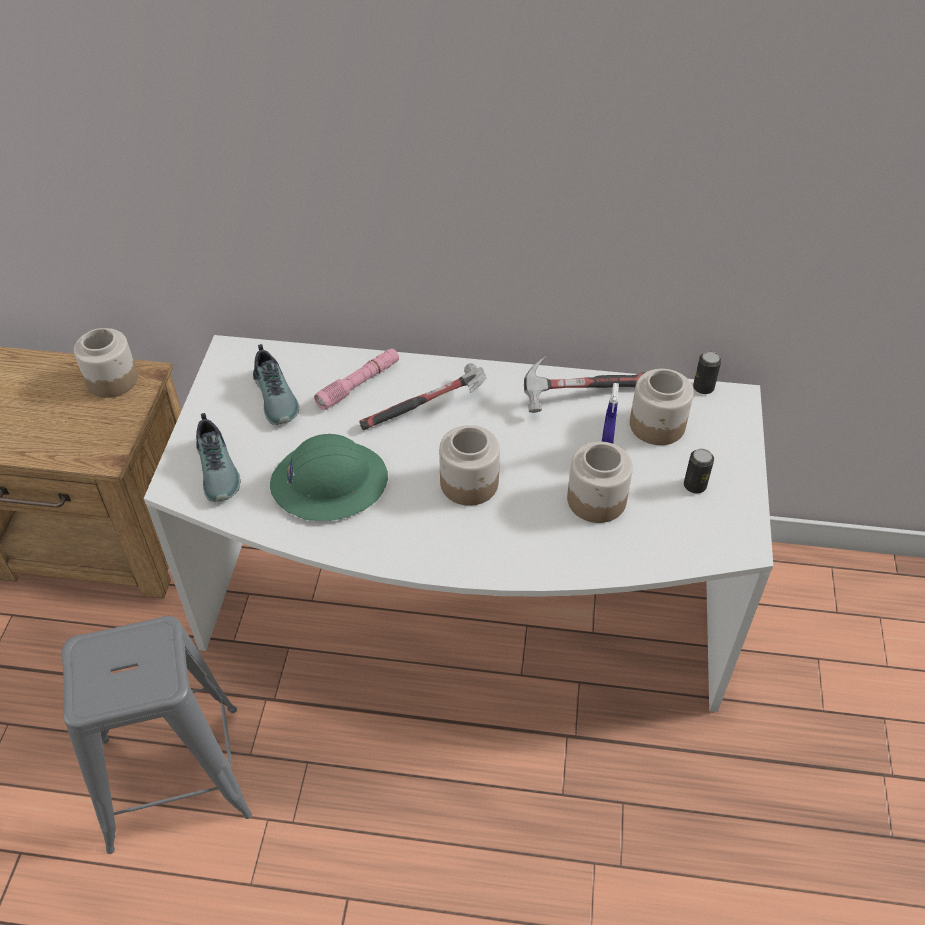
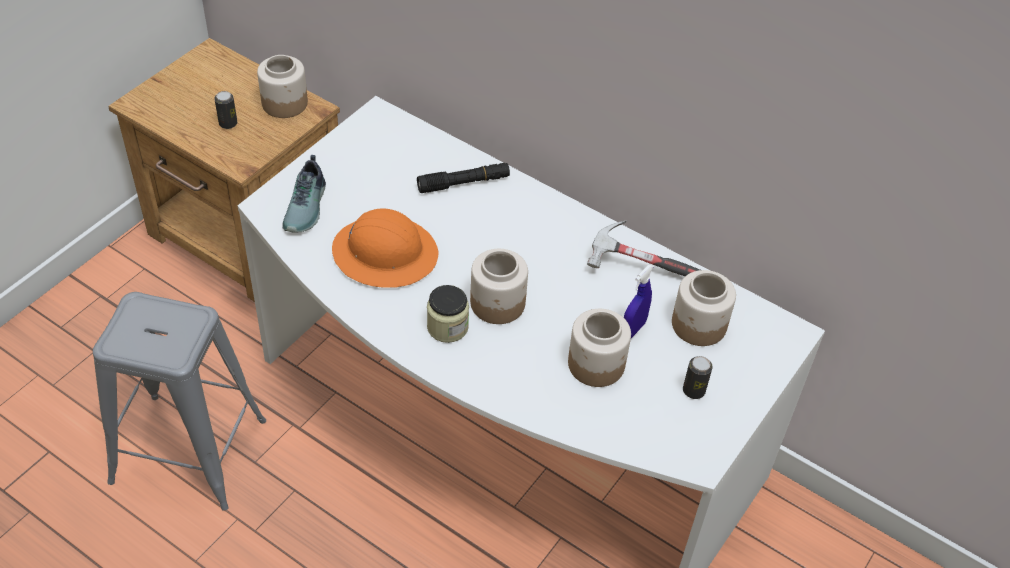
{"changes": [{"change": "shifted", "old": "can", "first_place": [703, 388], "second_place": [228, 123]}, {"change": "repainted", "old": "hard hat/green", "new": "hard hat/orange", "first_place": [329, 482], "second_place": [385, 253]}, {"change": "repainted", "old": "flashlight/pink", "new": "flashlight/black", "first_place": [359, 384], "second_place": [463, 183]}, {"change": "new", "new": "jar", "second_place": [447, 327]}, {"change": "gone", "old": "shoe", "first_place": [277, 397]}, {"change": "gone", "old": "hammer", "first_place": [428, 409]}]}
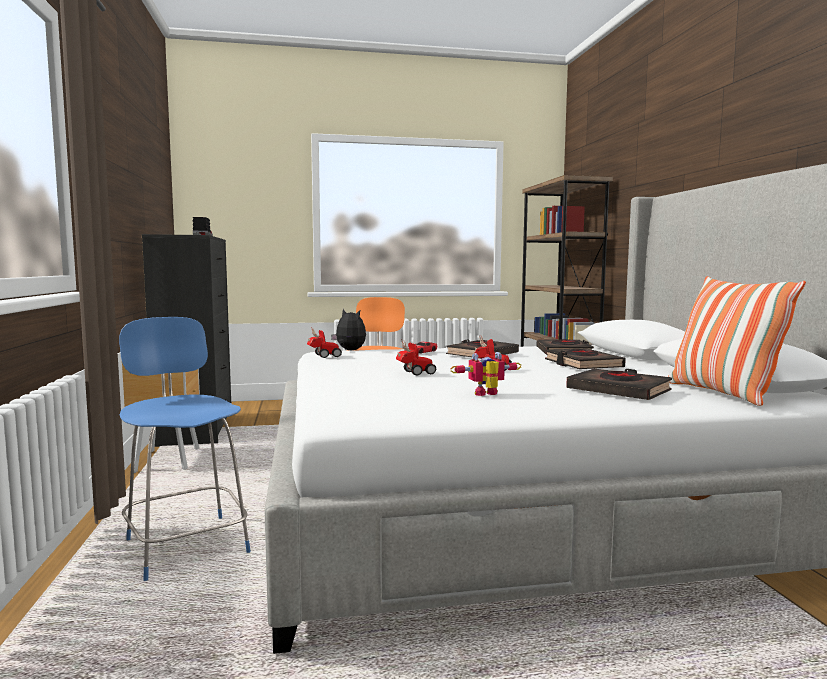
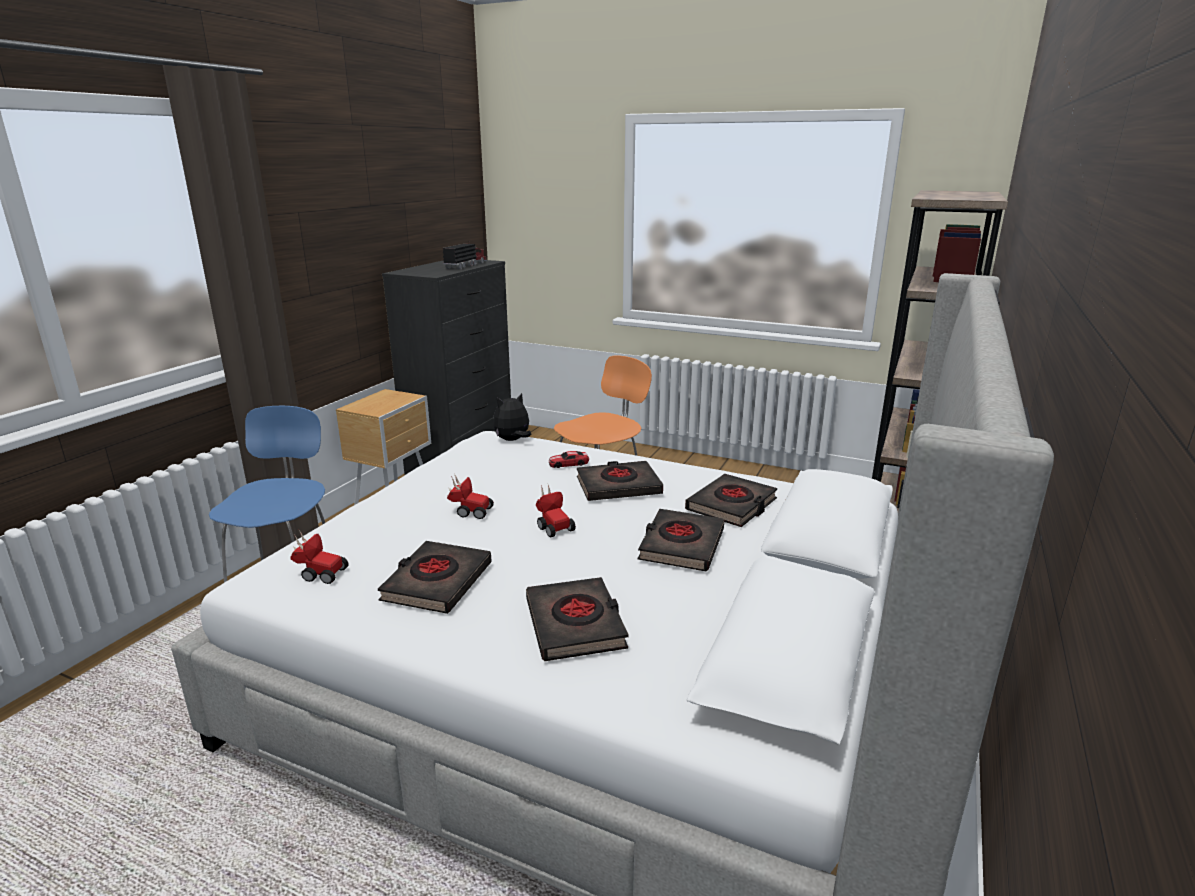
{"changes": [{"change": "shifted", "old": "toy car", "first_place": [323, 356], "second_place": [319, 574]}, {"change": "swapped", "old": "toy robot", "new": "book/black", "first_place": [487, 395], "second_place": [437, 583]}, {"change": "rotated", "old": "plush toy", "first_place": [349, 350], "second_place": [513, 440], "degrees": -105}, {"change": "gone", "old": "pillow", "first_place": [722, 393]}]}
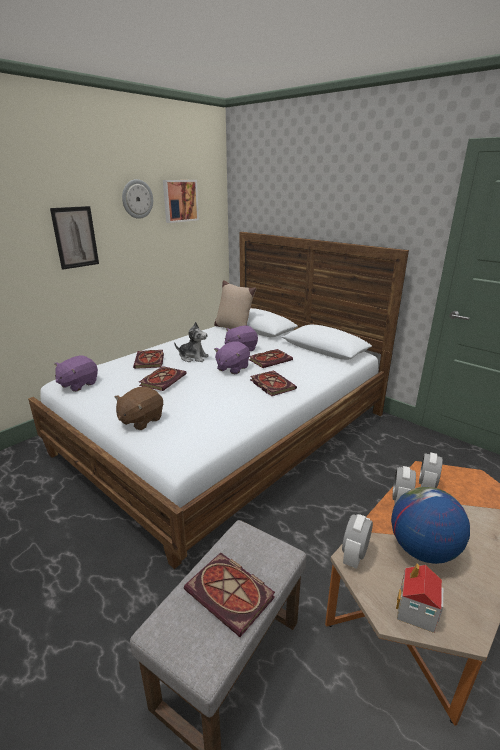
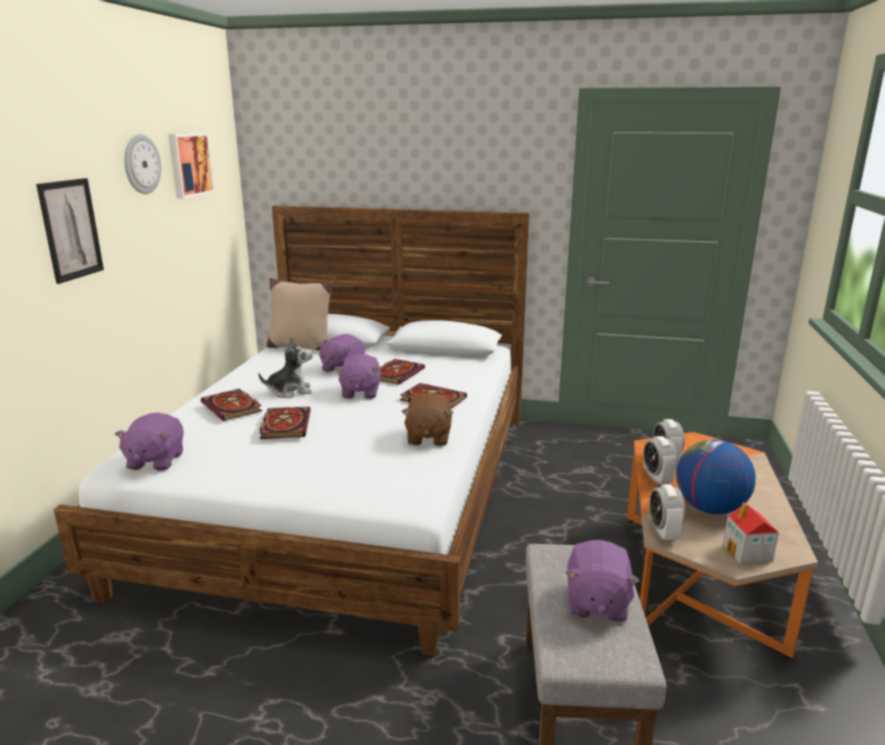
{"changes": [{"change": "shifted", "old": "plush toy/brown", "first_place": [140, 420], "second_place": [428, 437]}, {"change": "swapped", "old": "book", "new": "plush toy/purple", "first_place": [232, 594], "second_place": [596, 602]}]}
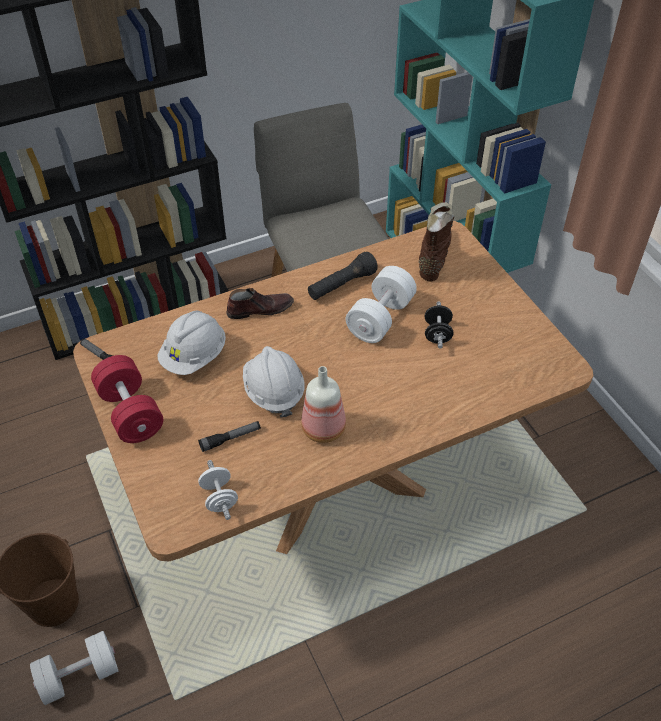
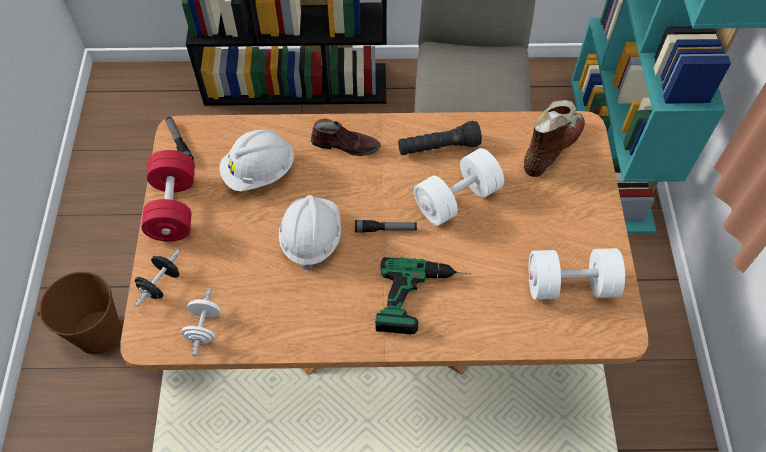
{"changes": [{"change": "shifted", "old": "dumbbell/black", "first_place": [437, 334], "second_place": [161, 284]}, {"change": "shifted", "old": "flashlight", "first_place": [230, 439], "second_place": [385, 229]}, {"change": "new", "new": "power drill", "second_place": [423, 299]}, {"change": "shifted", "old": "dumbbell/white", "first_place": [79, 675], "second_place": [570, 285]}, {"change": "gone", "old": "bottle", "first_place": [325, 429]}]}
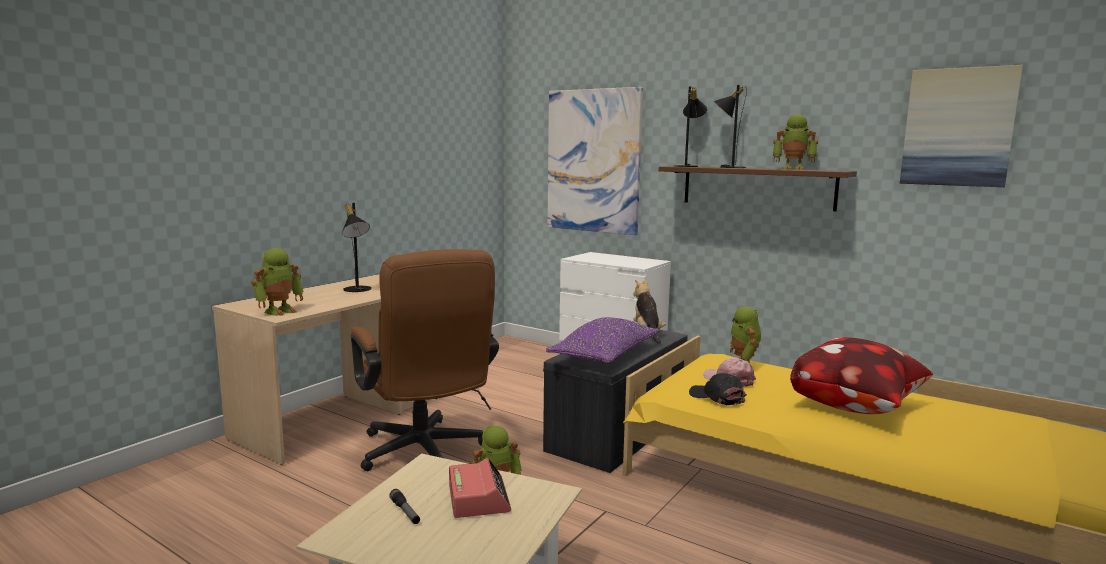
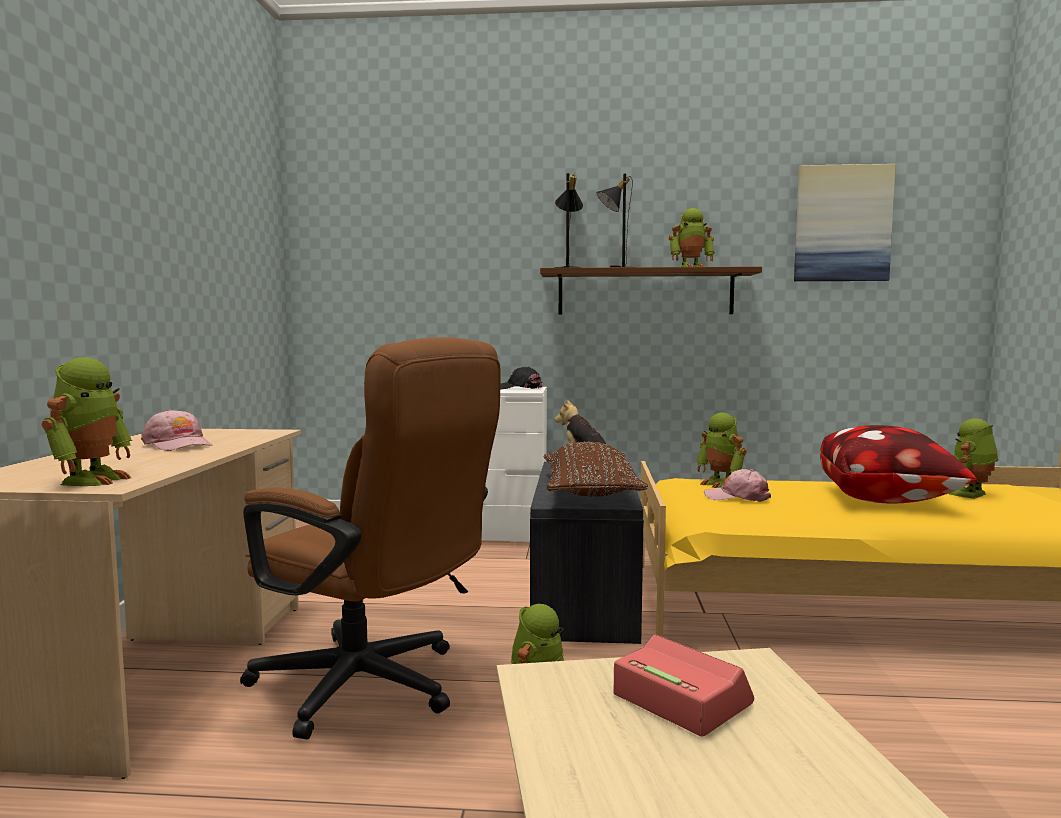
{"changes": [{"change": "swapped", "old": "table lamp/black", "new": "cap/pink", "first_place": [357, 290], "second_place": [178, 445]}, {"change": "shifted", "old": "cap/black", "first_place": [717, 397], "second_place": [519, 388]}, {"change": "repainted", "old": "pillow/purple", "new": "pillow/brown", "first_place": [604, 355], "second_place": [589, 491]}, {"change": "new", "new": "toy robot", "second_place": [971, 495]}, {"change": "gone", "old": "flashlight", "first_place": [405, 512]}, {"change": "gone", "old": "picture", "first_place": [593, 161]}]}
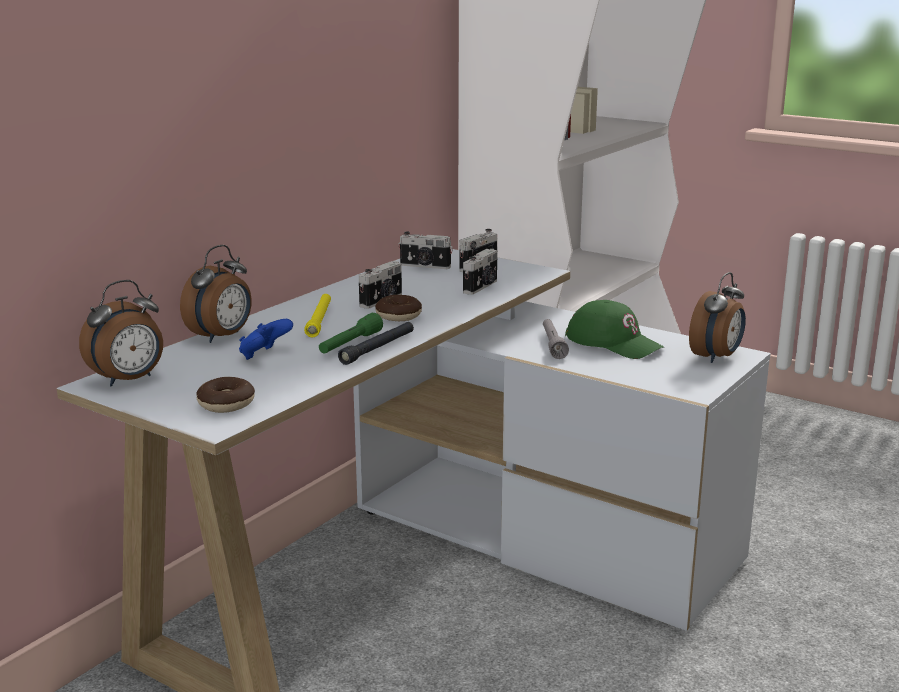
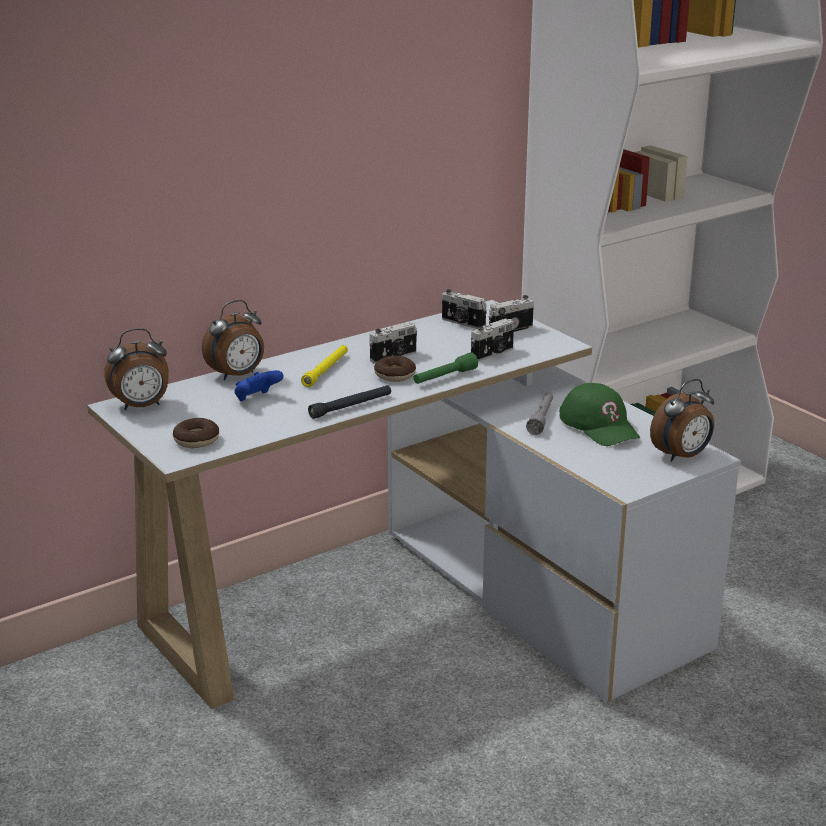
{"changes": [{"change": "shifted", "old": "flashlight/green", "first_place": [350, 344], "second_place": [444, 377]}]}
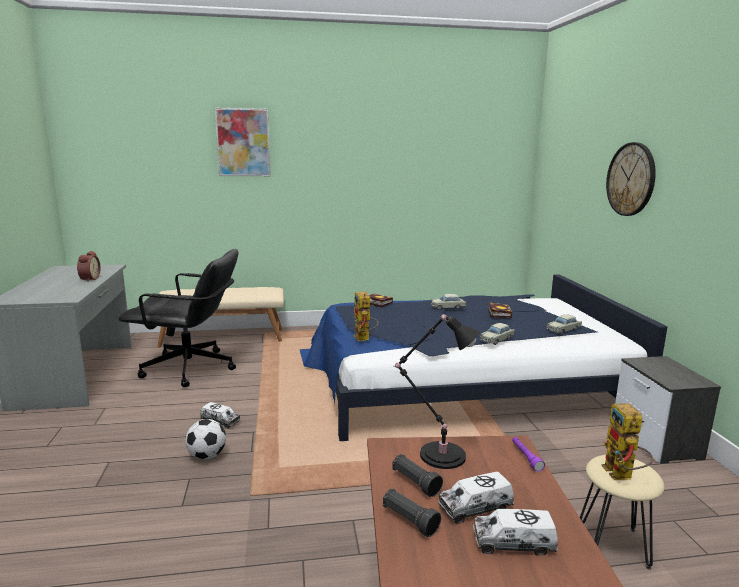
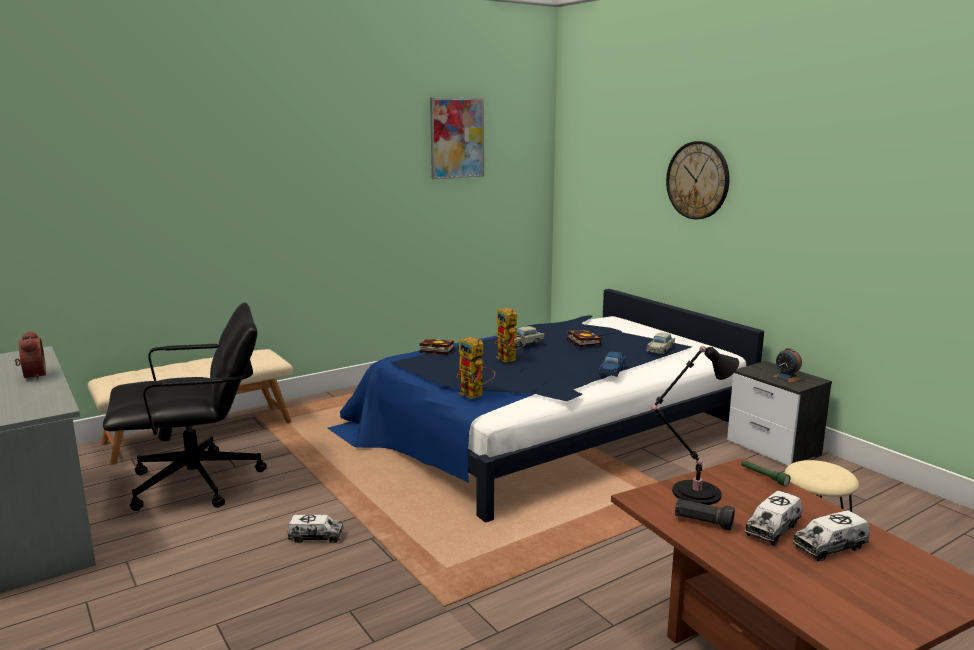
{"changes": [{"change": "shifted", "old": "picture", "first_place": [243, 142], "second_place": [457, 138]}, {"change": "shifted", "old": "toy robot", "first_place": [622, 476], "second_place": [510, 360]}, {"change": "repainted", "old": "toy car/beige", "new": "toy car/blue", "first_place": [497, 339], "second_place": [612, 370]}, {"change": "repainted", "old": "flashlight/purple", "new": "flashlight/green", "first_place": [526, 457], "second_place": [763, 477]}, {"change": "new", "new": "alarm clock", "second_place": [787, 378]}, {"change": "gone", "old": "football", "first_place": [207, 456]}, {"change": "gone", "old": "flashlight/black", "first_place": [409, 520]}]}
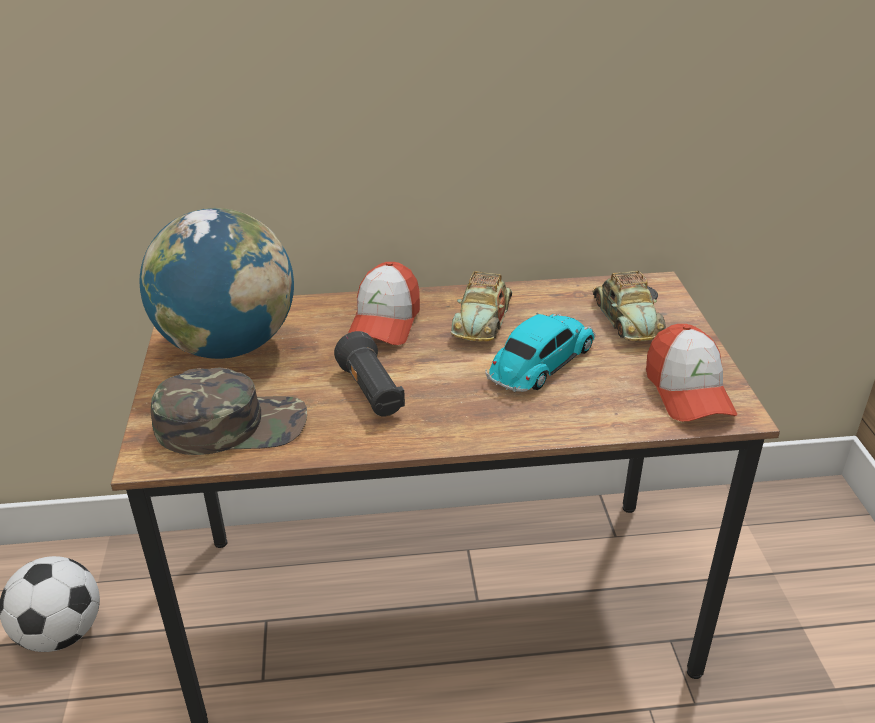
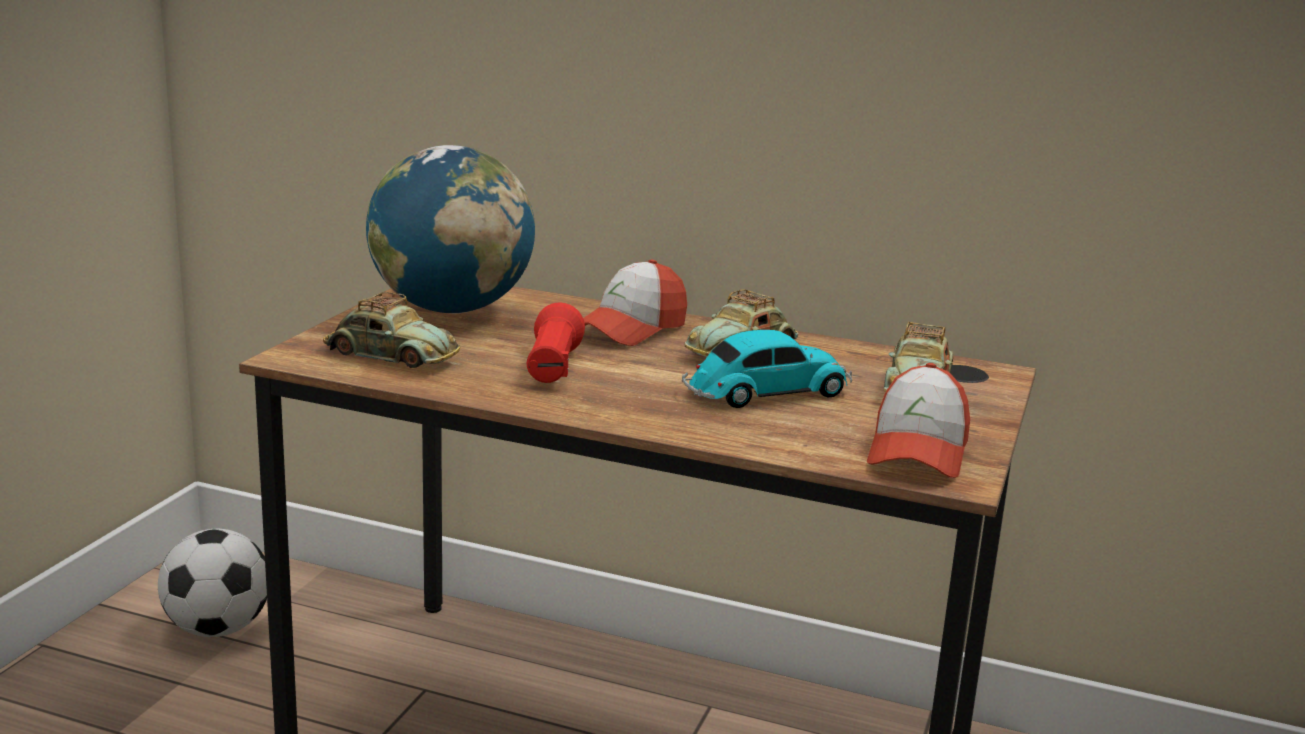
{"changes": [{"change": "swapped", "old": "cap/green", "new": "toy car", "first_place": [232, 424], "second_place": [390, 355]}, {"change": "repainted", "old": "flashlight/black", "new": "flashlight/red", "first_place": [371, 392], "second_place": [552, 368]}]}
